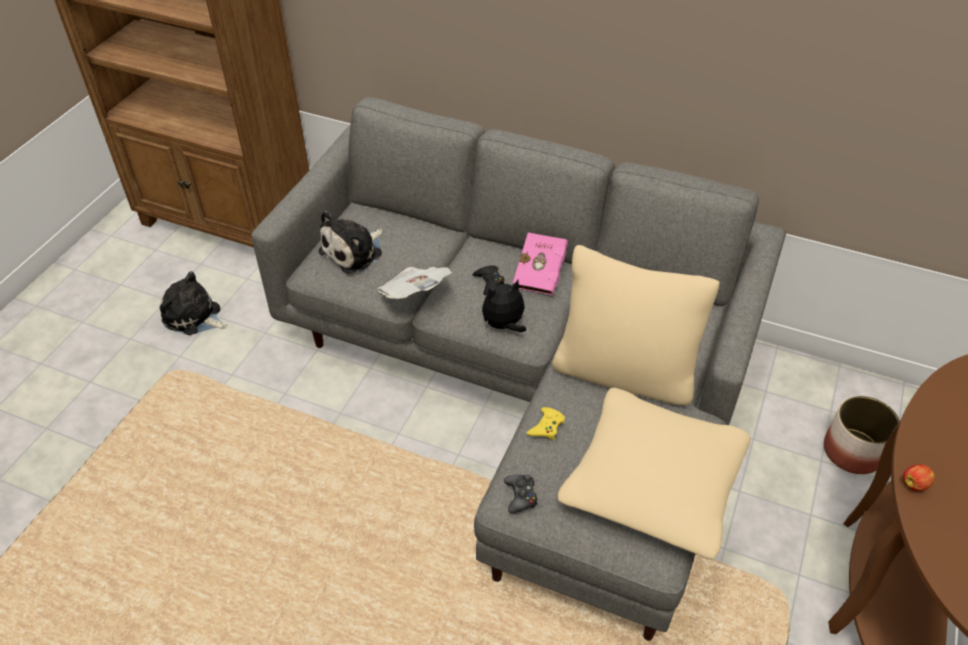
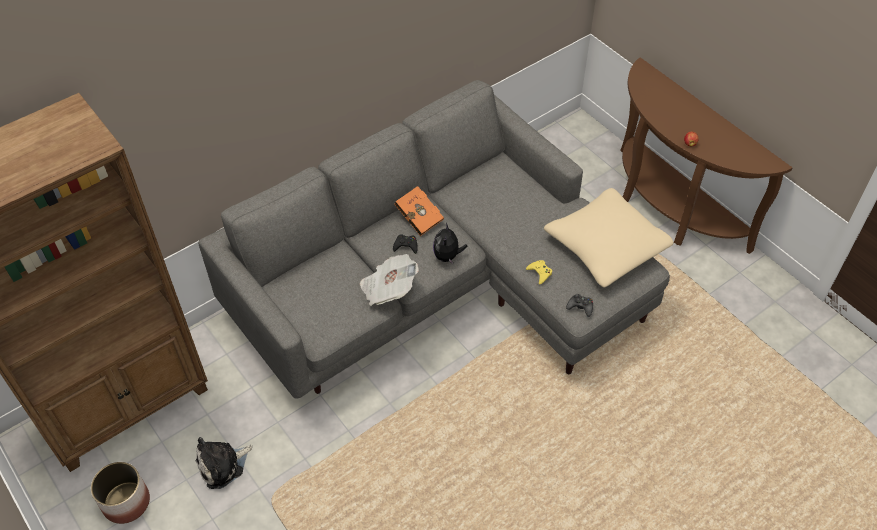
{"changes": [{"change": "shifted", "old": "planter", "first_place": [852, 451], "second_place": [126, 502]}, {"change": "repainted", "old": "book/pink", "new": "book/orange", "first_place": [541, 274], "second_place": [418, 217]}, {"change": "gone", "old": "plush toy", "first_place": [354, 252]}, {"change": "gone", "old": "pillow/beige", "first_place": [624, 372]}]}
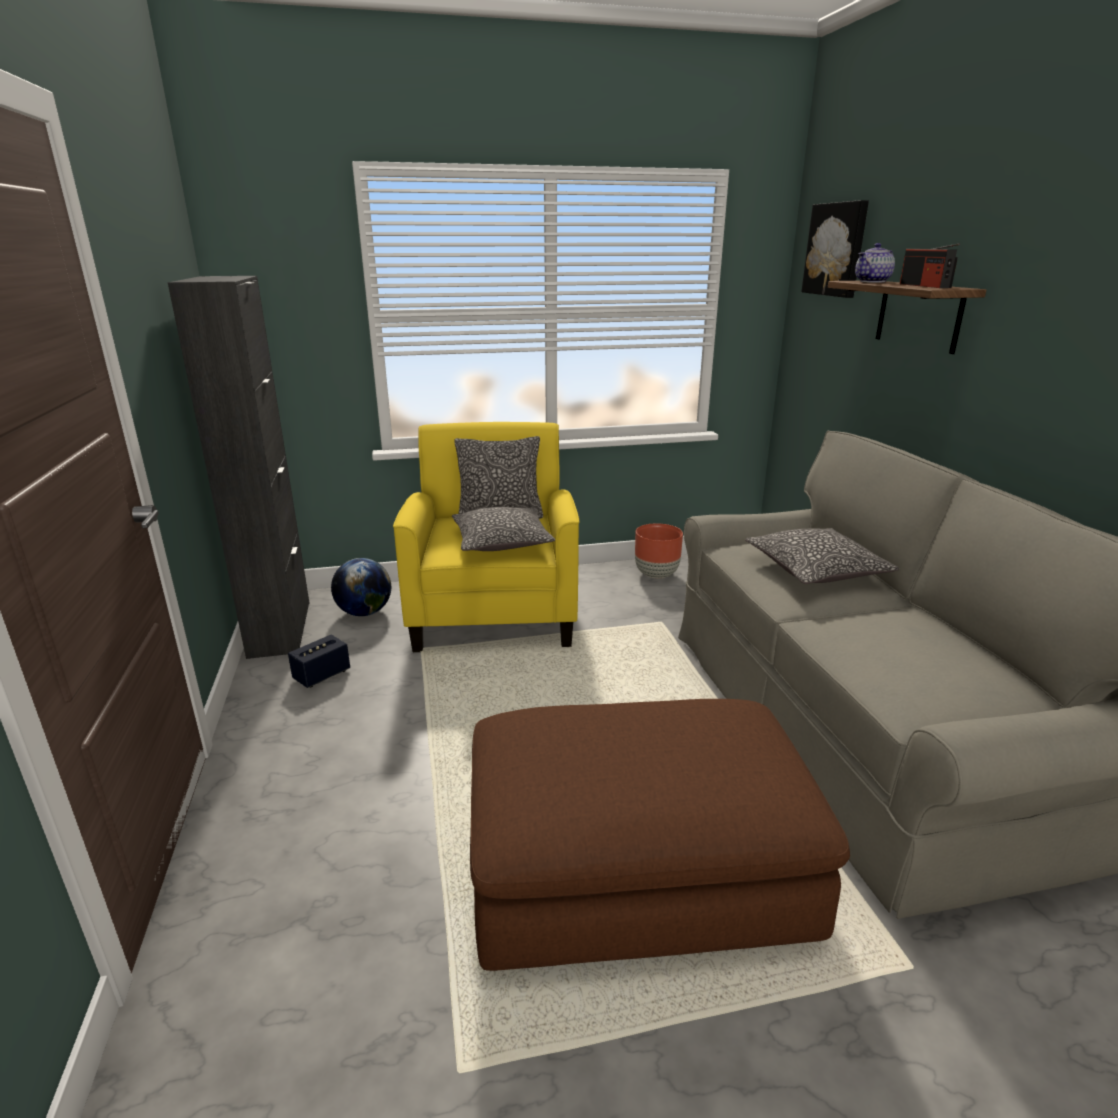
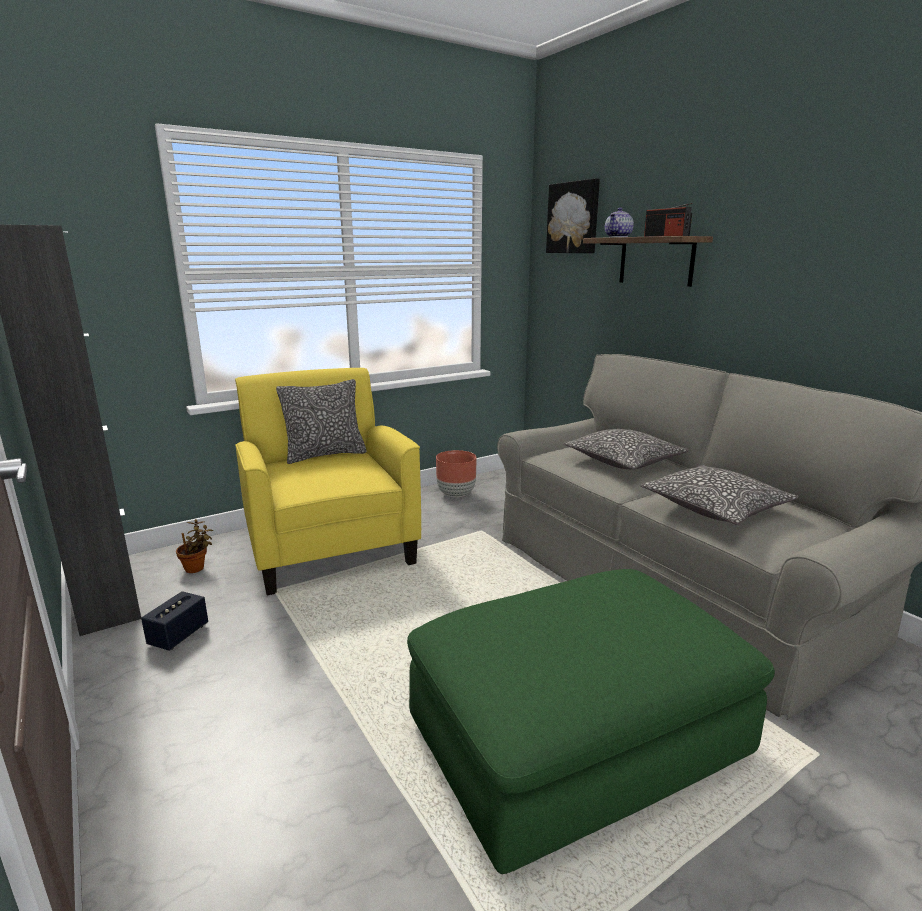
{"changes": [{"change": "swapped", "old": "globe", "new": "potted plant", "first_place": [364, 613], "second_place": [197, 568]}, {"change": "repainted", "old": "ottoman/brown", "new": "ottoman/green", "first_place": [636, 871], "second_place": [577, 740]}, {"change": "shifted", "old": "pillow", "first_place": [501, 542], "second_place": [715, 508]}]}
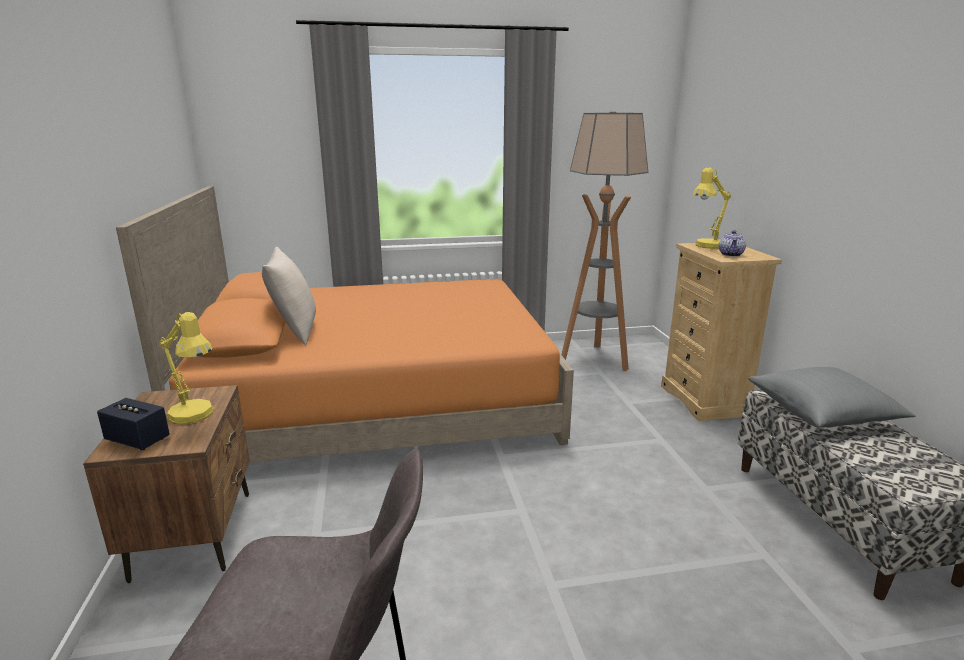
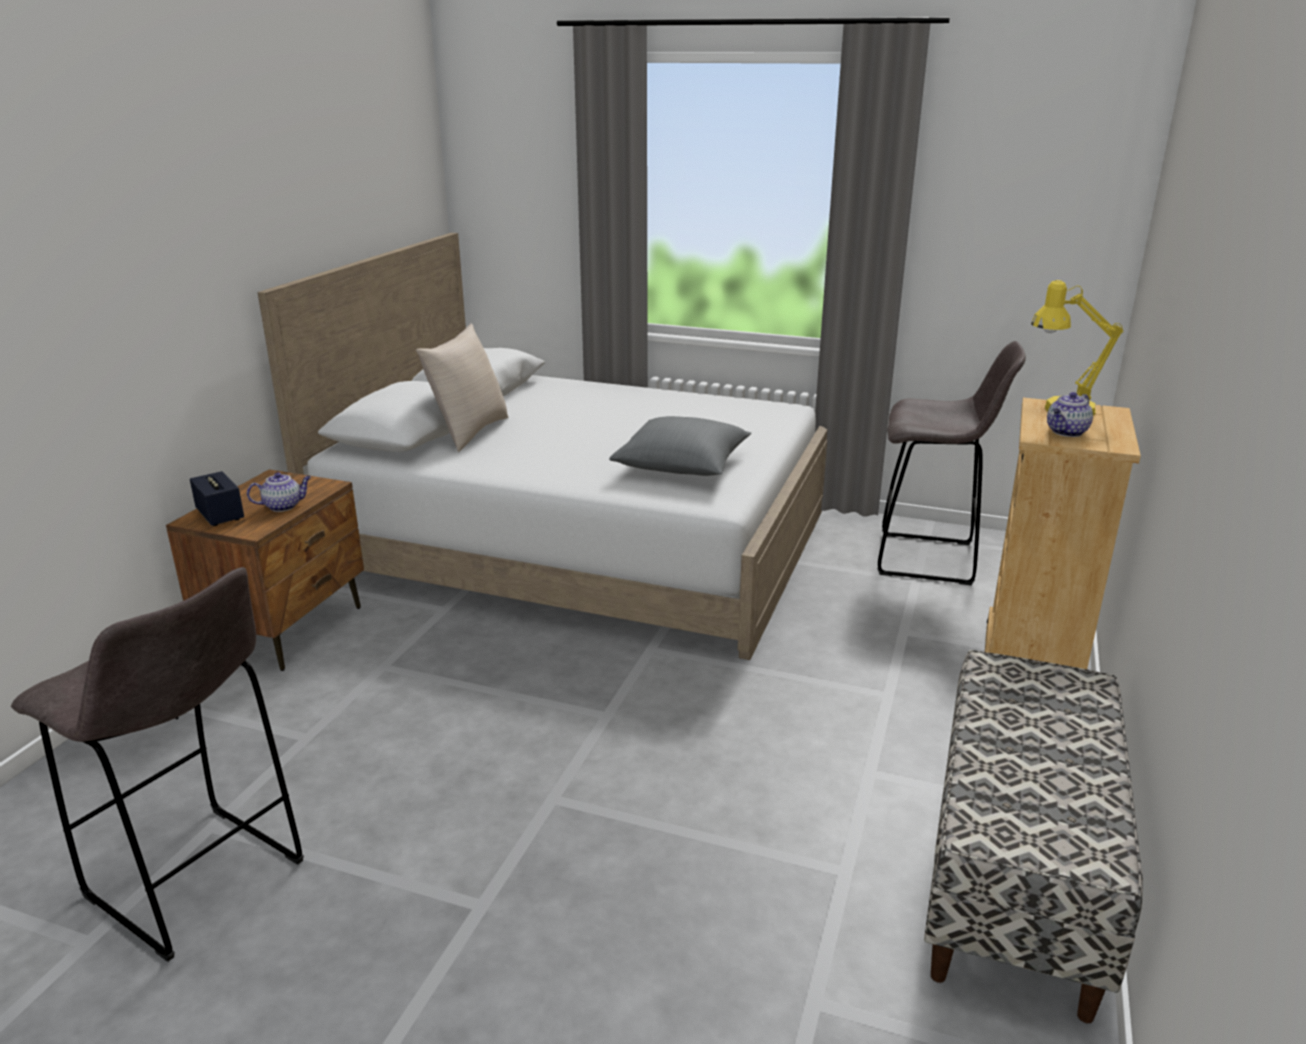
{"changes": [{"change": "swapped", "old": "table lamp/yellow", "new": "teapot", "first_place": [196, 417], "second_place": [283, 506]}, {"change": "repainted", "old": "bed/orange", "new": "bed/white", "first_place": [378, 399], "second_place": [582, 541]}, {"change": "shifted", "old": "pillow/grey", "first_place": [822, 413], "second_place": [682, 466]}, {"change": "swapped", "old": "floor lamp", "new": "stool/grey", "first_place": [594, 359], "second_place": [930, 559]}]}
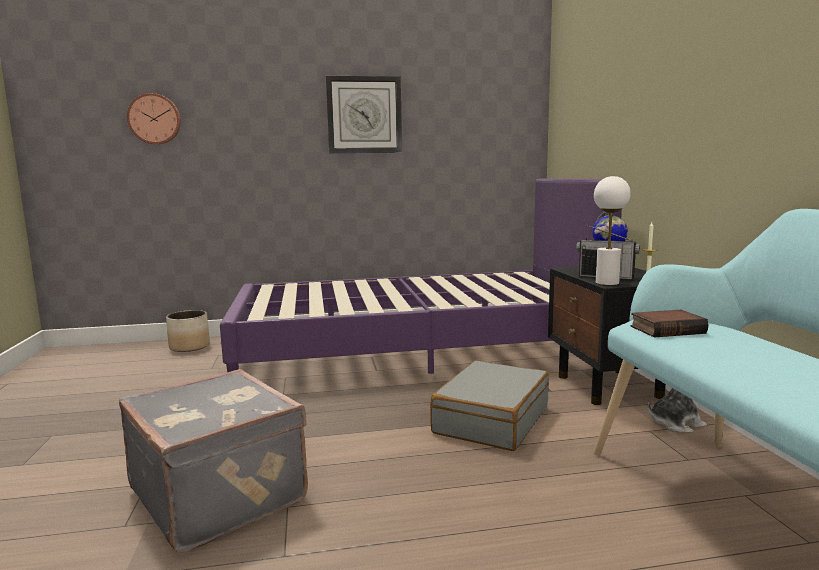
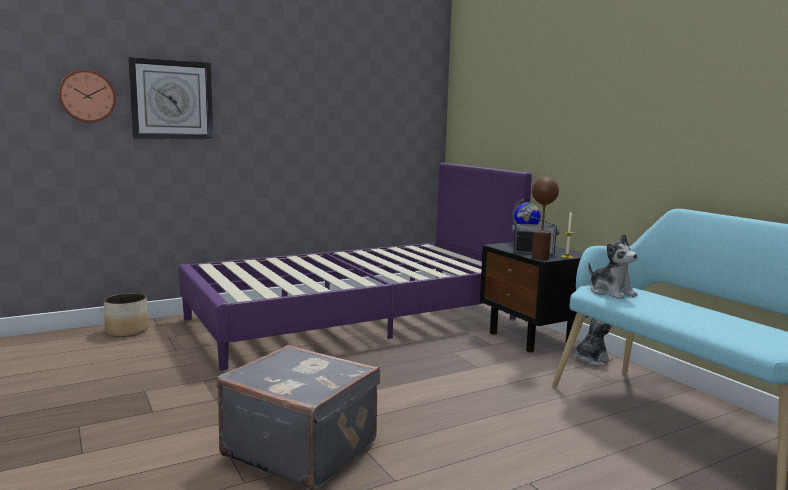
{"changes": [{"change": "shifted", "old": "wall clock", "first_place": [364, 115], "second_place": [172, 100]}, {"change": "repainted", "old": "table lamp/white", "new": "table lamp/brown", "first_place": [607, 283], "second_place": [540, 257]}, {"change": "swapped", "old": "book", "new": "plush toy", "first_place": [667, 329], "second_place": [611, 292]}, {"change": "gone", "old": "suitcase/grey", "first_place": [491, 420]}]}
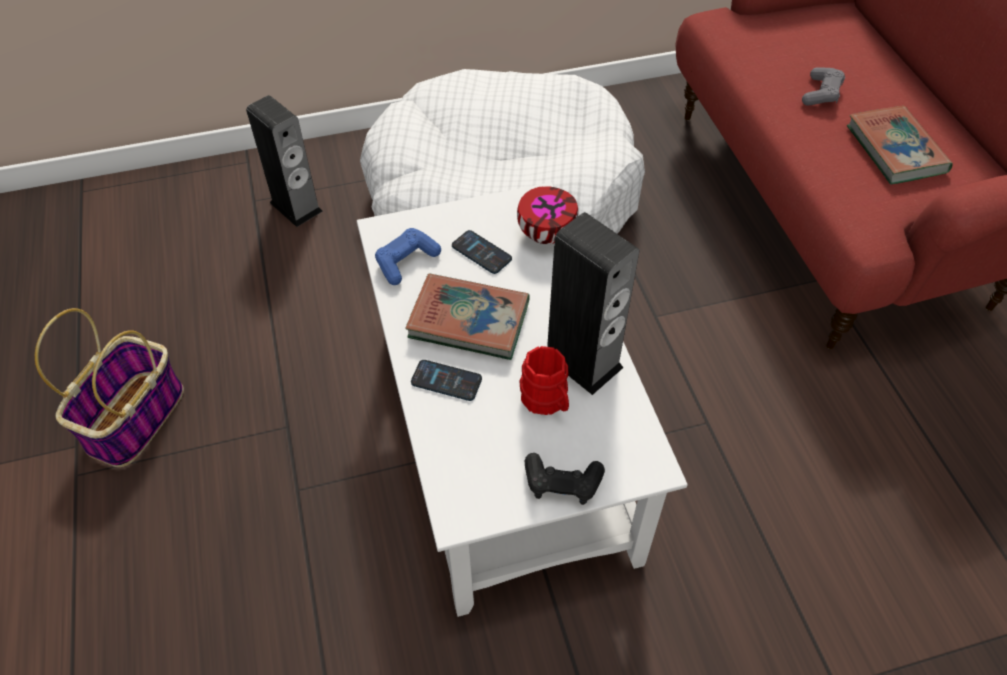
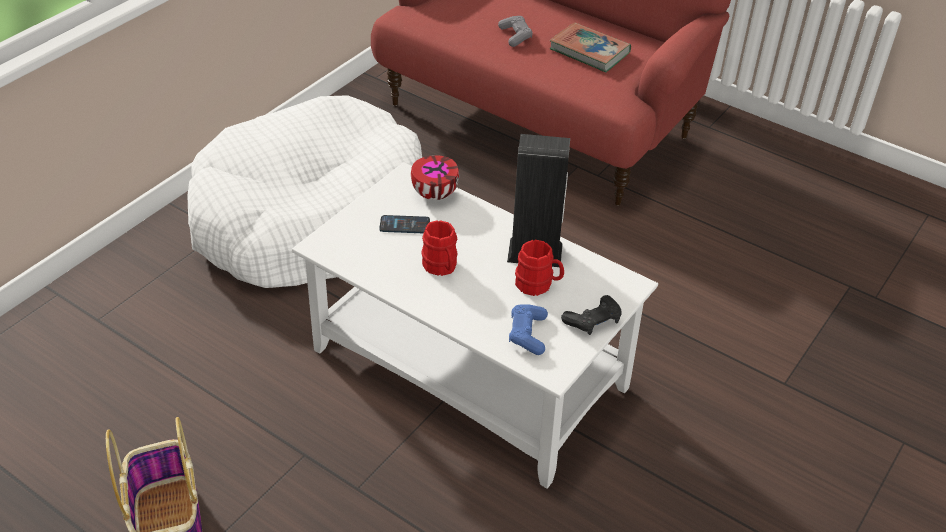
{"changes": [{"change": "swapped", "old": "book", "new": "mug/red", "first_place": [469, 320], "second_place": [441, 267]}, {"change": "shifted", "old": "game controller/blue", "first_place": [406, 261], "second_place": [527, 334]}, {"change": "gone", "old": "speaker", "first_place": [296, 207]}, {"change": "gone", "old": "phone", "first_place": [446, 381]}]}
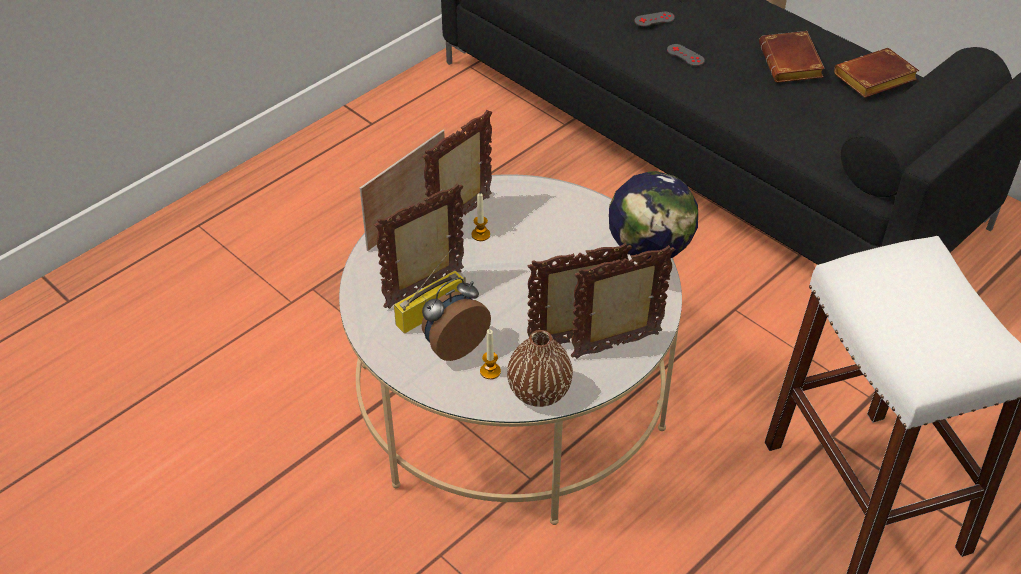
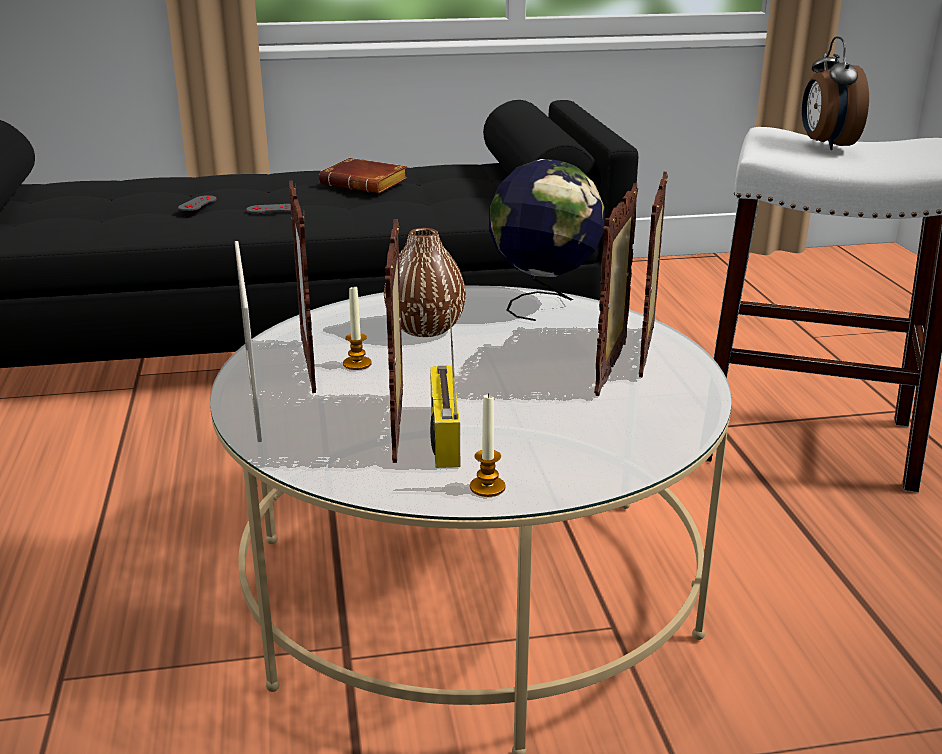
{"changes": [{"change": "shifted", "old": "vase/brown", "first_place": [539, 391], "second_place": [425, 329]}, {"change": "shifted", "old": "candle", "first_place": [490, 371], "second_place": [487, 487]}, {"change": "shifted", "old": "alarm clock", "first_place": [454, 345], "second_place": [826, 145]}, {"change": "gone", "old": "book/brown", "first_place": [874, 80]}]}
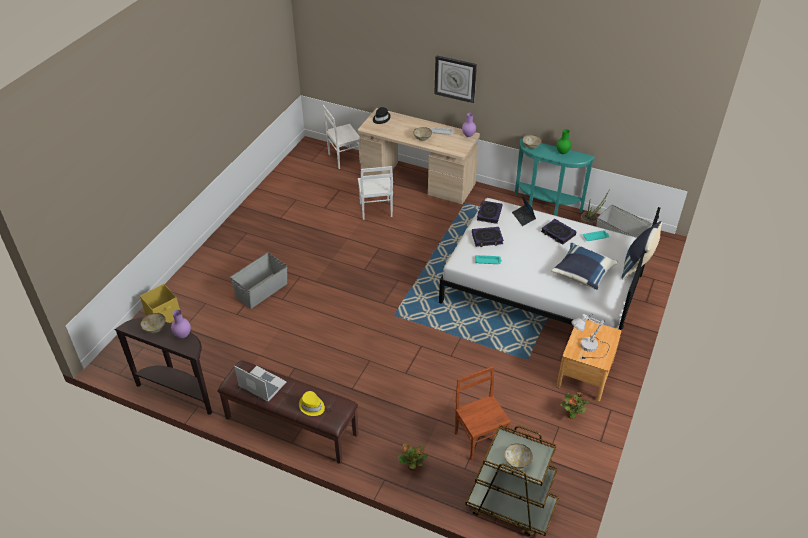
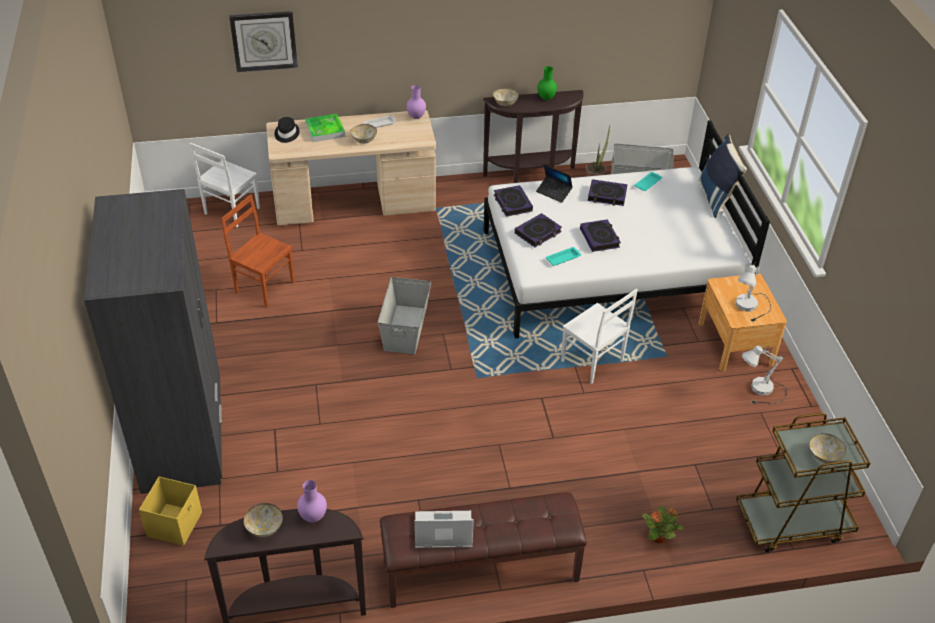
{"changes": [{"change": "new", "new": "wardrobe/grey", "second_place": [183, 434]}, {"change": "shifted", "old": "chair/brown", "first_place": [480, 439], "second_place": [264, 286]}, {"change": "shifted", "old": "wall clock", "first_place": [455, 78], "second_place": [264, 41]}, {"change": "new", "new": "tray", "second_place": [325, 130]}, {"change": "shifted", "old": "storage box/grey", "first_place": [262, 291], "second_place": [406, 329]}, {"change": "repainted", "old": "console table/turquoise", "new": "console table/brown", "first_place": [545, 207], "second_place": [531, 177]}, {"change": "shifted", "old": "chair/white", "first_place": [375, 210], "second_place": [592, 362]}, {"change": "new", "new": "book", "second_place": [600, 238]}, {"change": "swapped", "old": "potted plant", "new": "table lamp/white", "first_place": [571, 415], "second_place": [761, 393]}, {"change": "gone", "old": "hat/yellow", "first_place": [311, 406]}, {"change": "gone", "old": "pillow/blue", "first_place": [582, 274]}]}
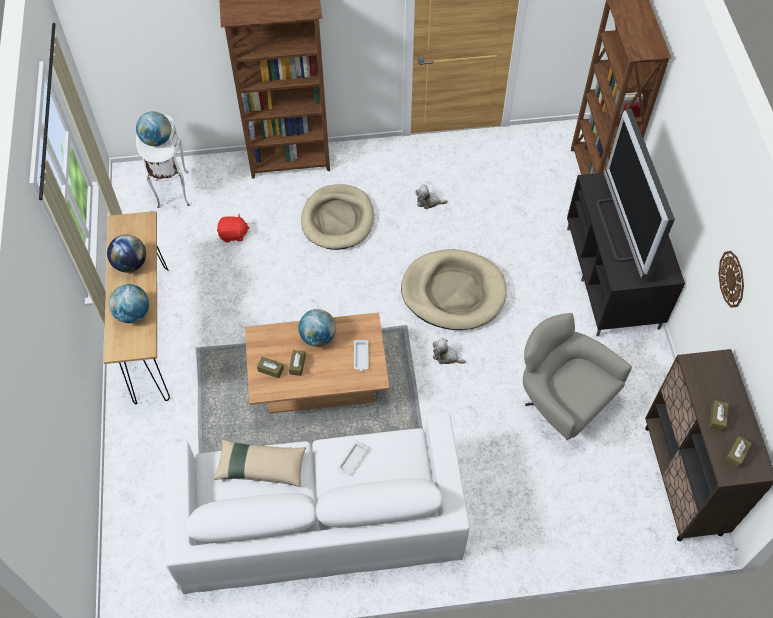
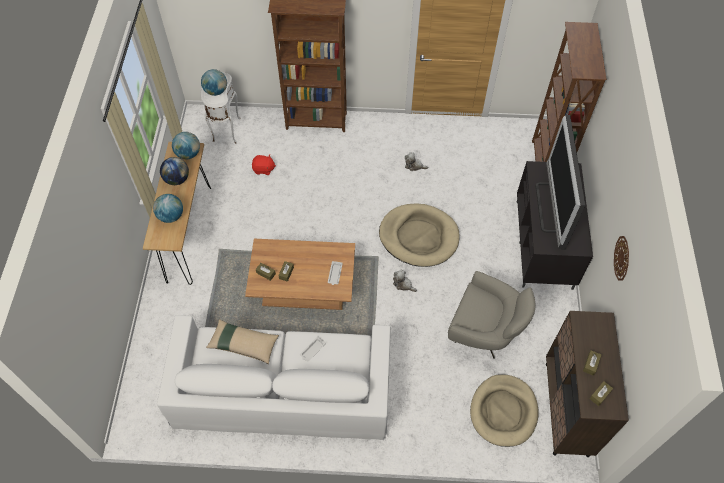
{"changes": [{"change": "shifted", "old": "globe", "first_place": [318, 337], "second_place": [188, 154]}, {"change": "rotated", "old": "armchair/grey", "first_place": [561, 402], "second_place": [484, 333], "degrees": 150}, {"change": "shifted", "old": "dog bed/beige", "first_place": [338, 219], "second_place": [503, 411]}]}
